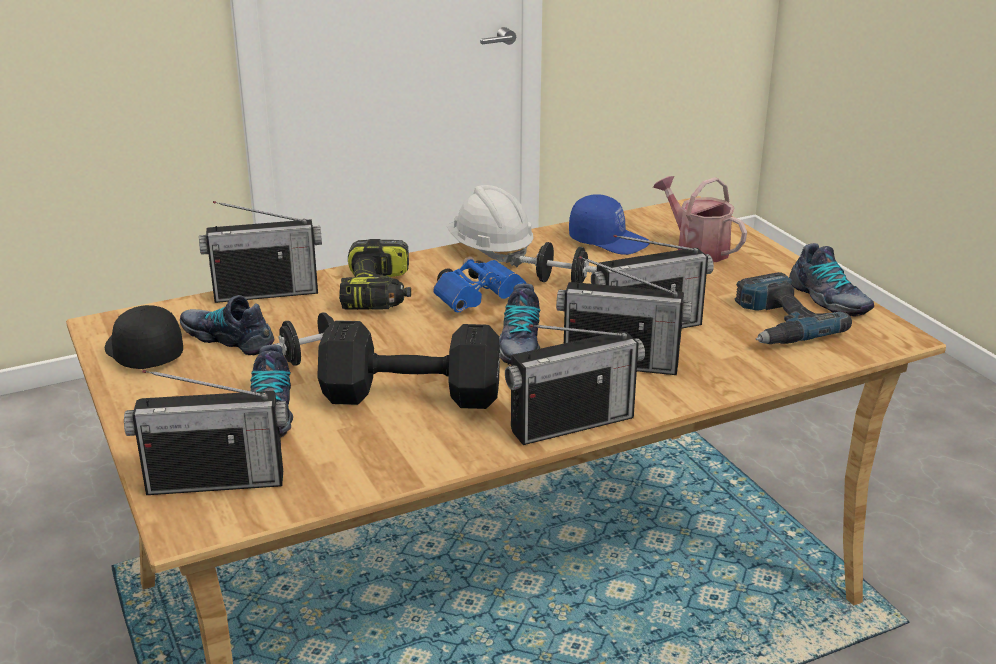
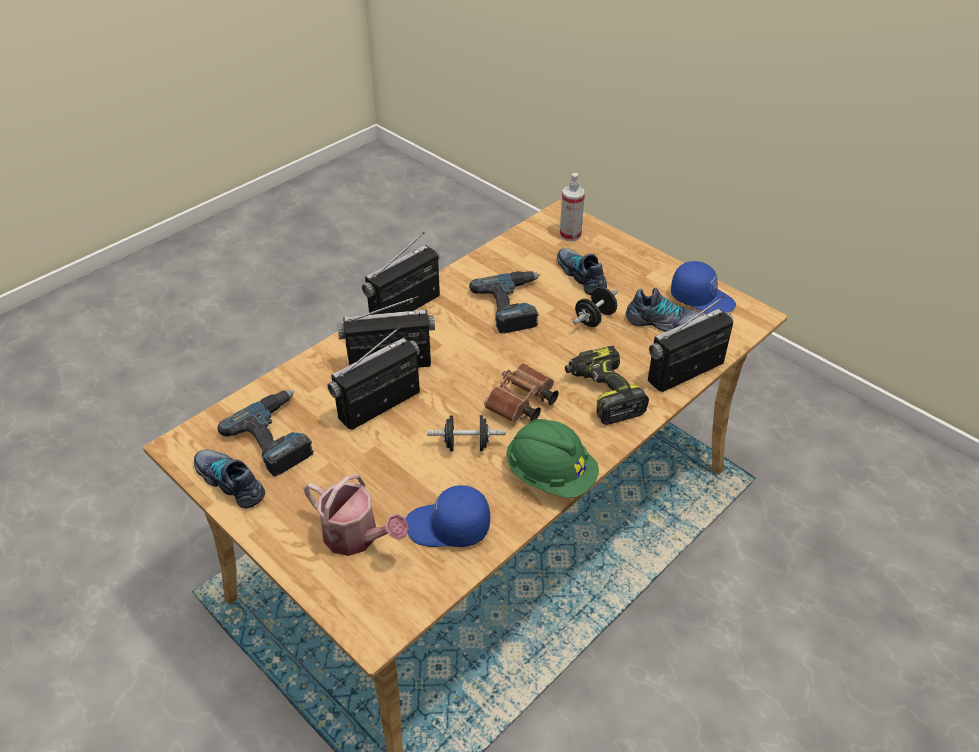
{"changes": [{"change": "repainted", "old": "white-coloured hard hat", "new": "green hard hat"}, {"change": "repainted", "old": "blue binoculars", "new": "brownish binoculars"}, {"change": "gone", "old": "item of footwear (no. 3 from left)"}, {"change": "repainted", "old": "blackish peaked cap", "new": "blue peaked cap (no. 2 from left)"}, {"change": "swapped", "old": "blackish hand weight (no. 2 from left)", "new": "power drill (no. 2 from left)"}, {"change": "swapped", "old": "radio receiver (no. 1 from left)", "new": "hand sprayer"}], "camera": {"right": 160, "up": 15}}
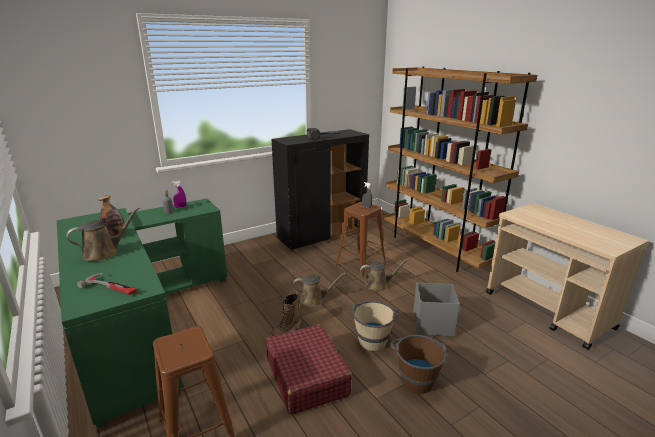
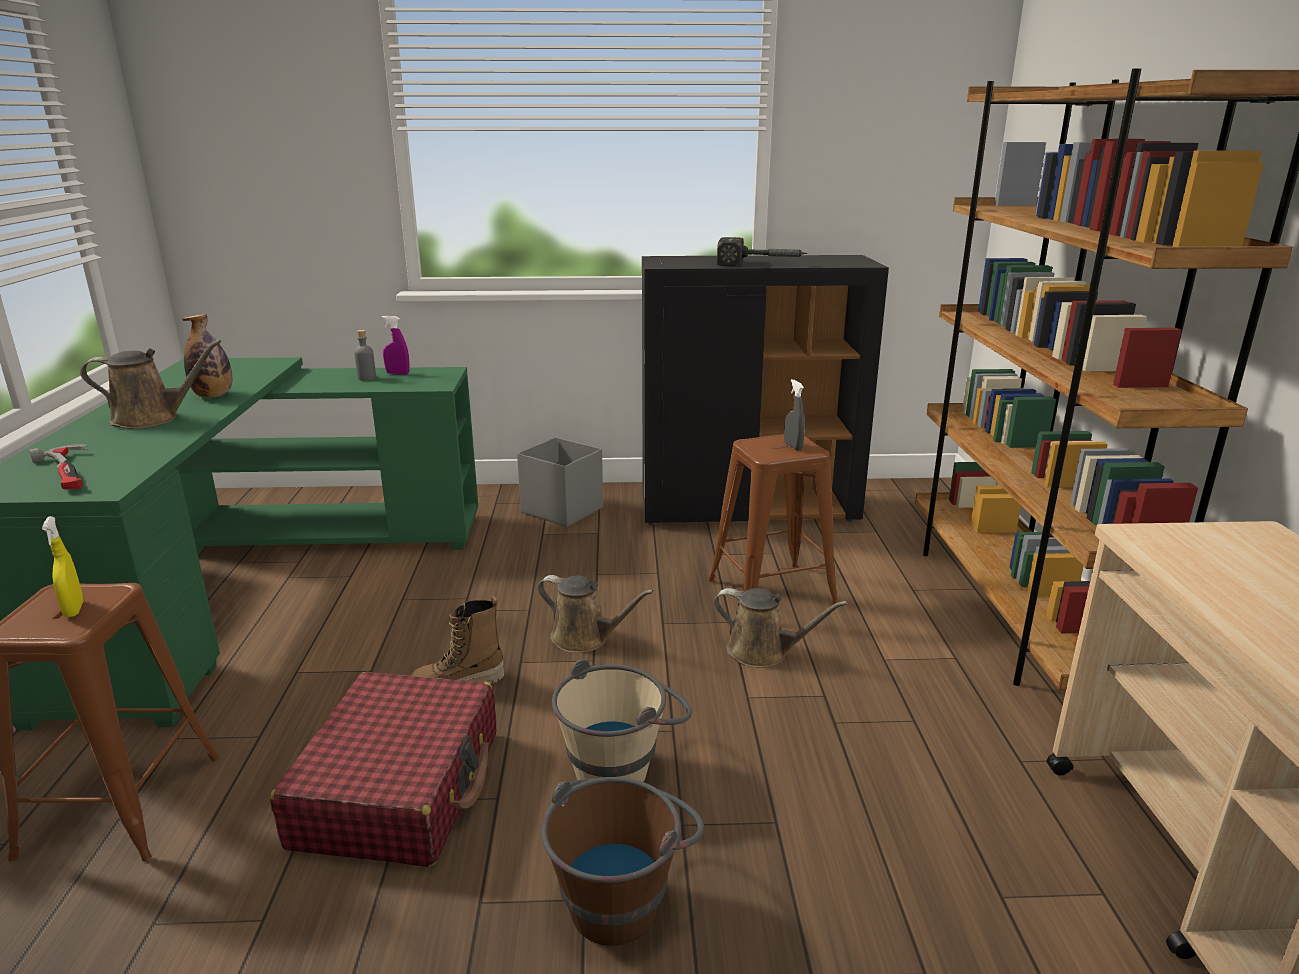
{"changes": [{"change": "shifted", "old": "gray storage container"}, {"change": "new", "new": "yellowish hand sprayer"}], "camera": {"right": 30, "up": 0}}
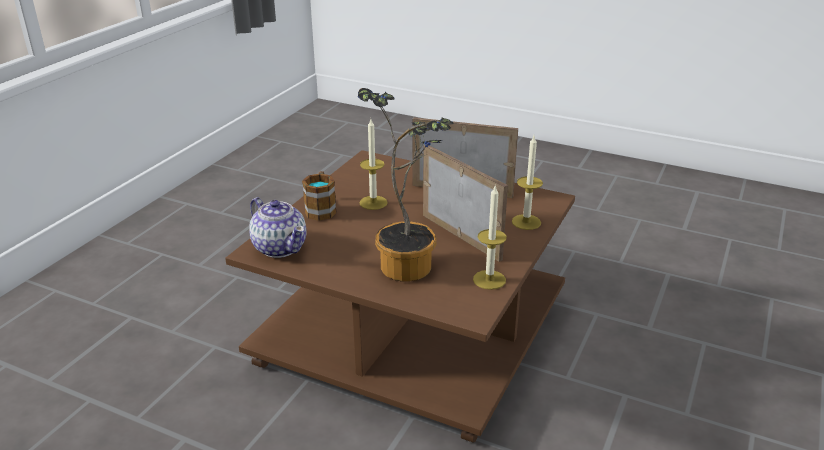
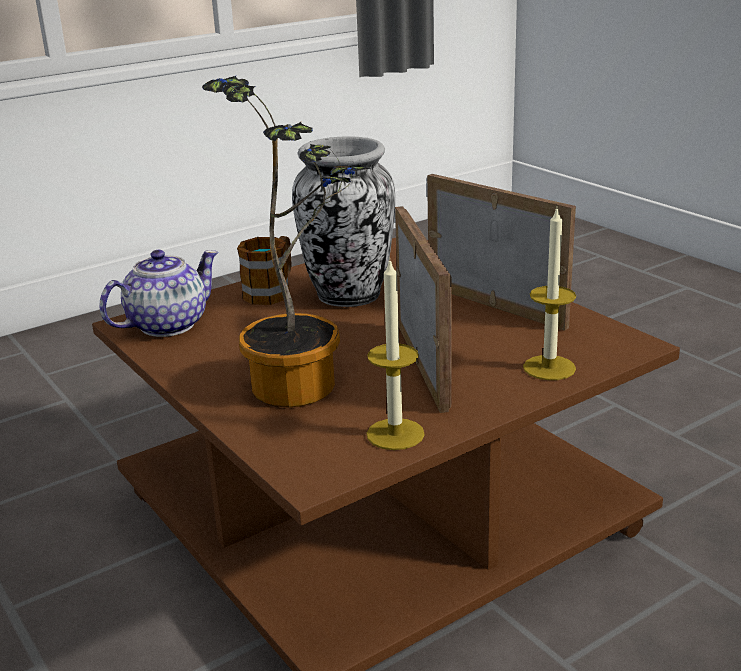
{"changes": [{"change": "swapped", "old": "candle (no. 1 from left)", "new": "decorative vase"}, {"change": "rotated", "old": "tea pot", "degrees": -120}], "camera": {"right": 30, "up": -5}}
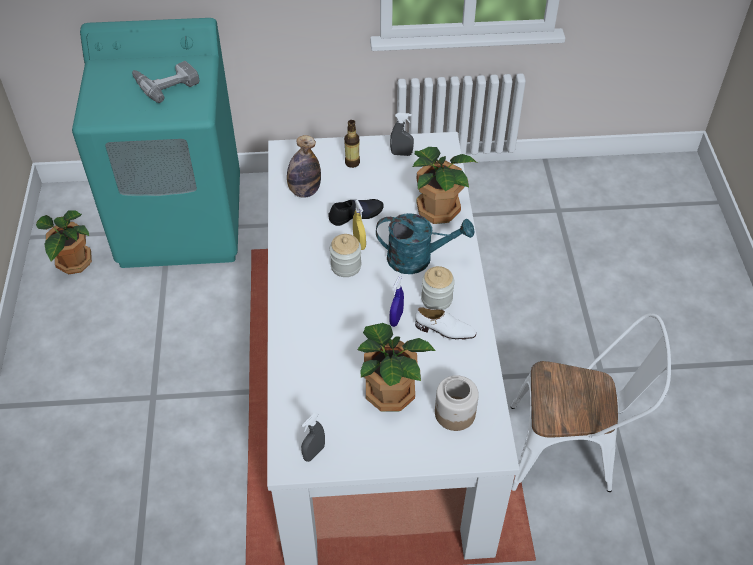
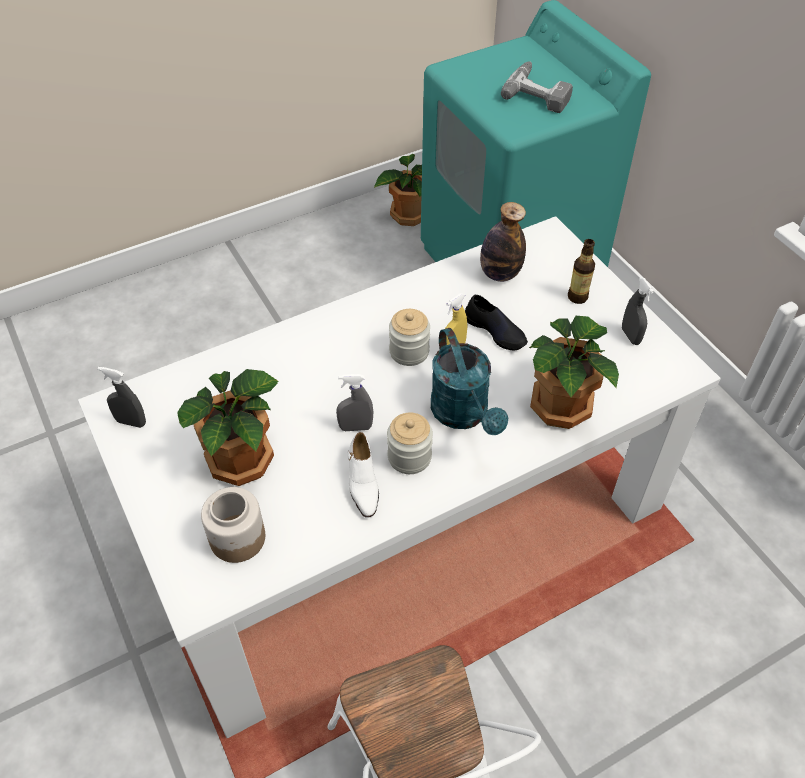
{"changes": [{"change": "repainted", "old": "blue hand sprayer", "new": "gray hand sprayer (no. 2 from left)"}], "camera": {"right": 65, "up": 0}}
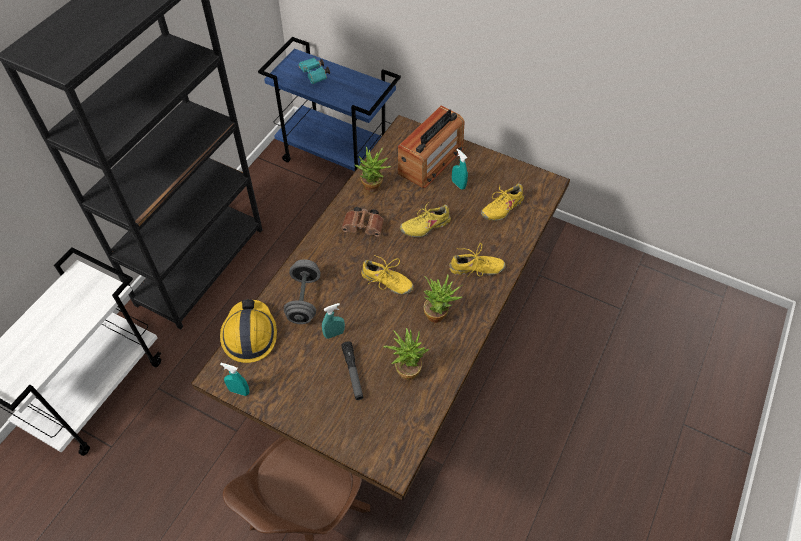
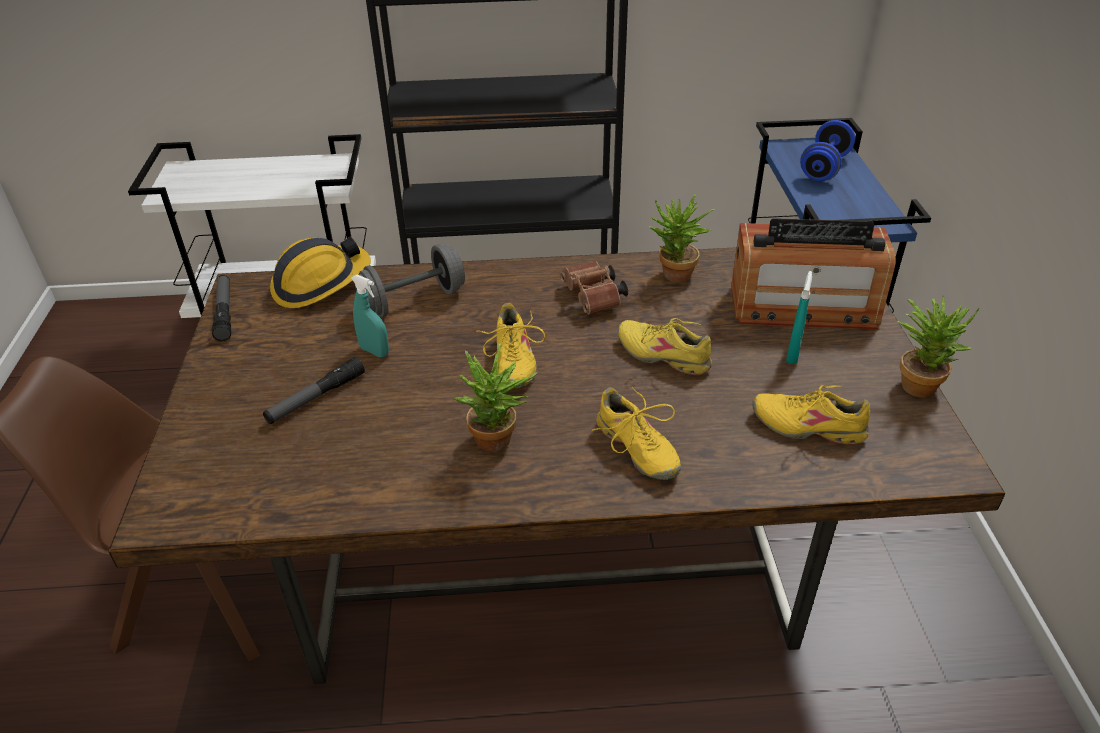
{"changes": [{"change": "swapped", "old": "blue-green binoculars", "new": "blue hand weight"}, {"change": "shifted", "old": "houseplant (no. 2 from left in the first image)", "new": "houseplant (no. 3 from left)"}, {"change": "swapped", "old": "blue-green hand sprayer (no. 1 from left)", "new": "flashlight (no. 1 from left)"}], "camera": {"right": 60, "up": -15}}
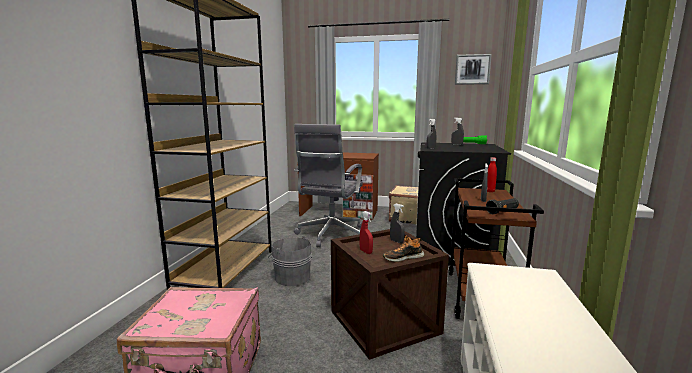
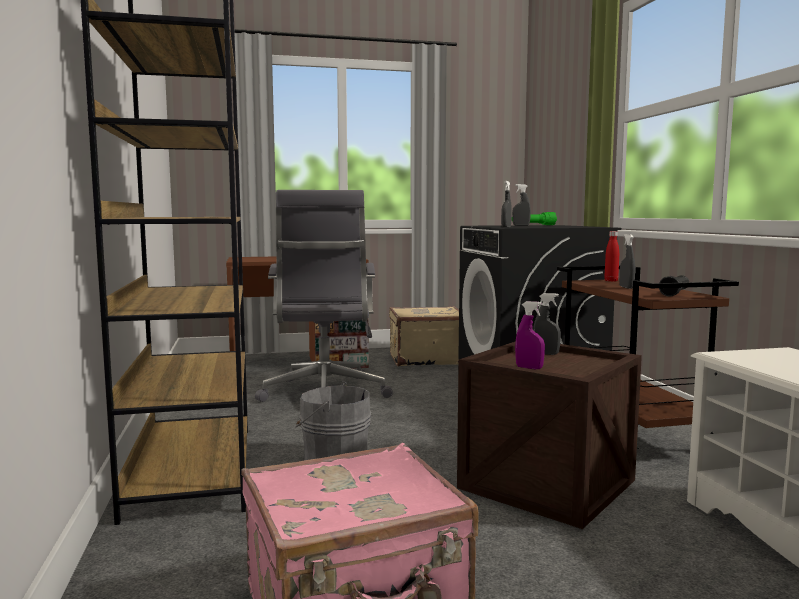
{"changes": [{"change": "gone", "old": "picture"}, {"change": "repainted", "old": "red hand sprayer", "new": "purple-coloured hand sprayer"}, {"change": "gone", "old": "item of footwear"}], "camera": {"right": -25, "up": -5}}
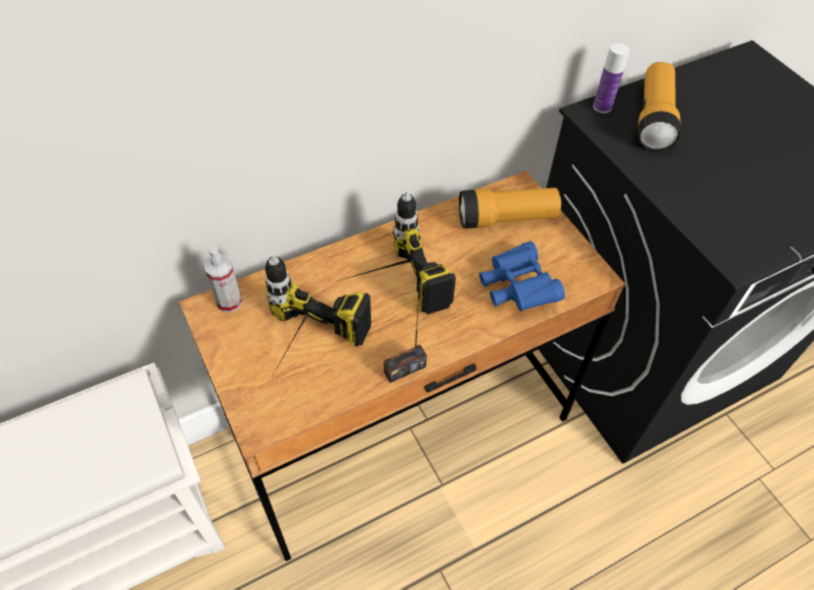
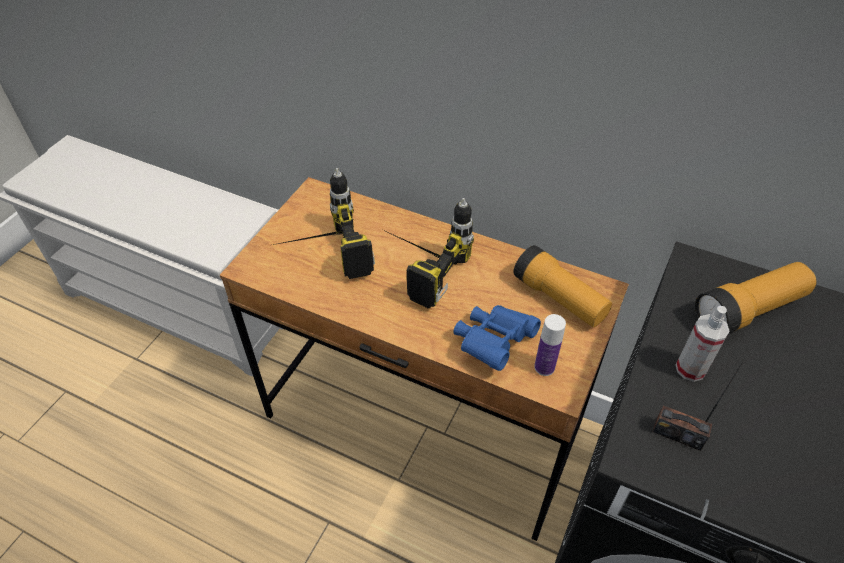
{"changes": [{"change": "shifted", "old": "drink bottle"}, {"change": "shifted", "old": "hand sprayer"}, {"change": "shifted", "old": "radio receiver"}], "camera": {"right": 55, "up": -5}}
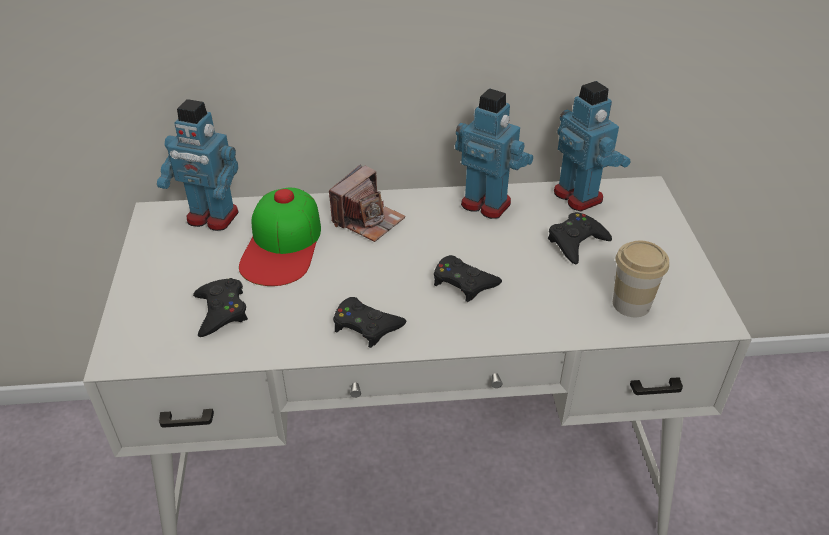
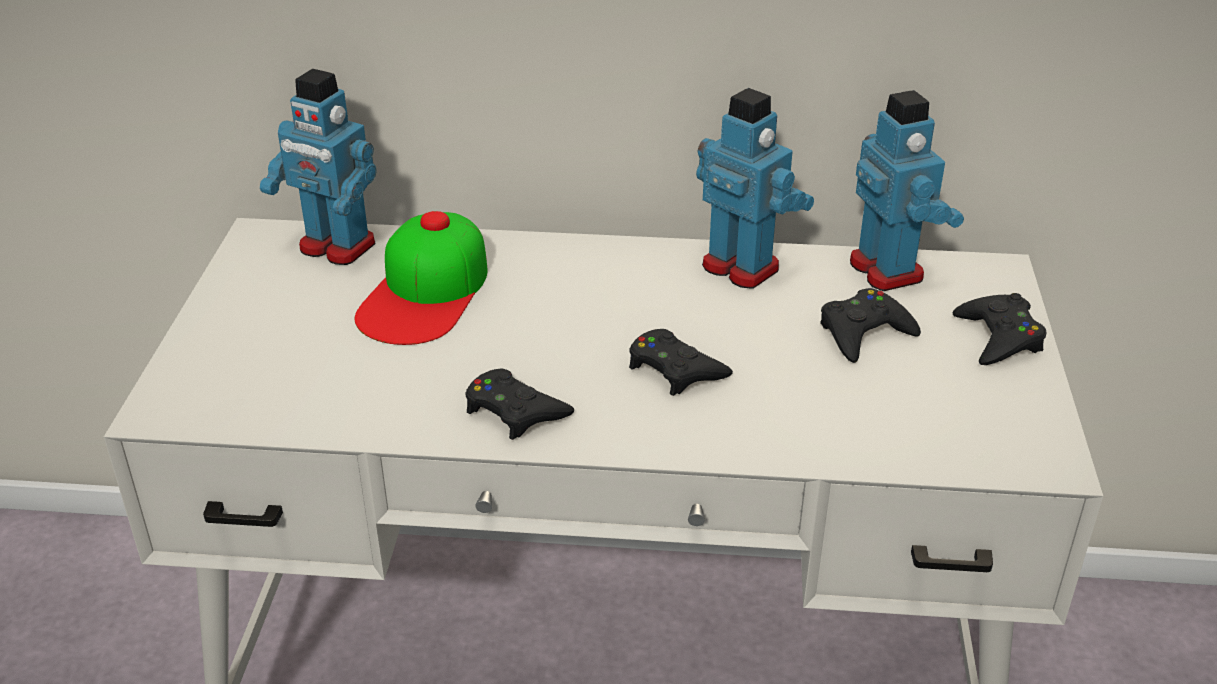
{"changes": [{"change": "gone", "old": "photo camera"}, {"change": "gone", "old": "drinking cup"}, {"change": "shifted", "old": "blackish game controller (no. 1 from left in the first image)", "new": "blackish game controller (no. 4 from left)"}], "camera": {"right": 10, "up": -5}}
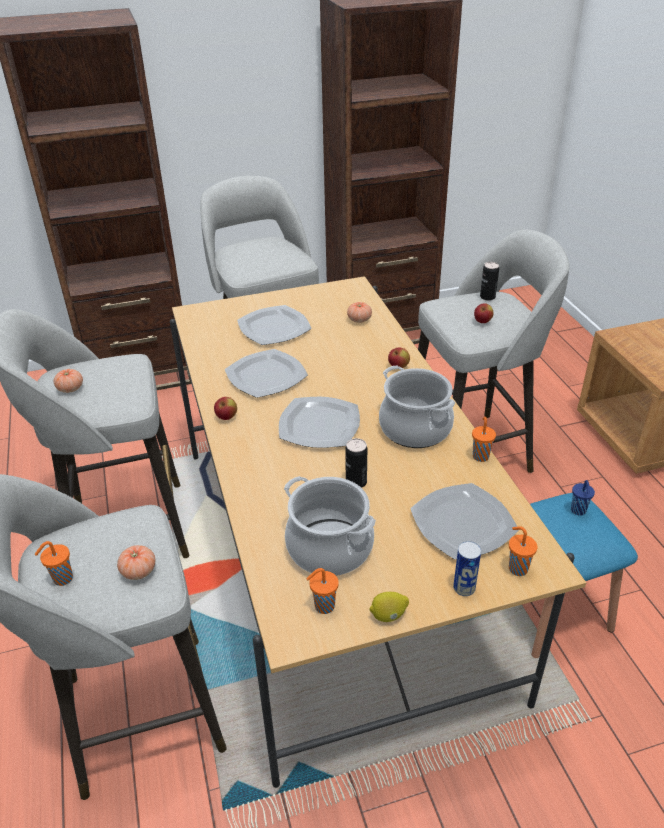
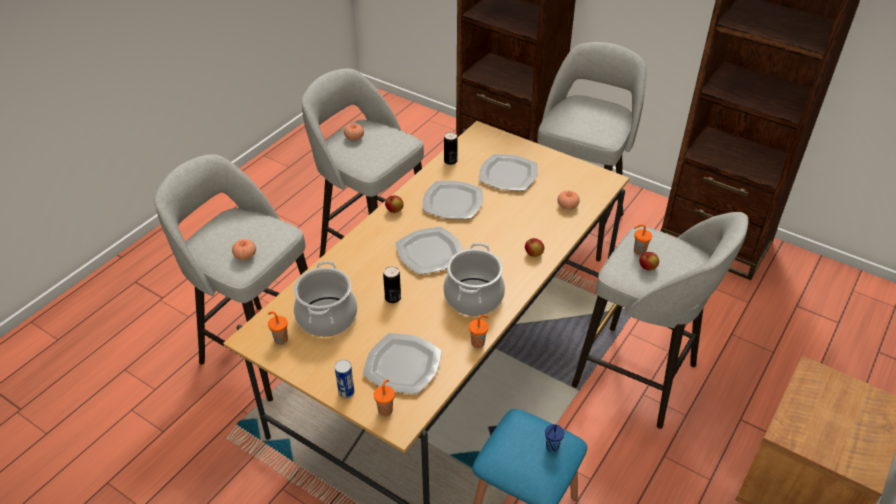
{"changes": [{"change": "shifted", "old": "sealed can (no. 3 from left)"}, {"change": "shifted", "old": "orange drinking cup (no. 1 from left in the first image)", "new": "orange drinking cup (no. 4 from left)"}, {"change": "gone", "old": "citrus fruit"}], "camera": {"right": 50, "up": 5}}
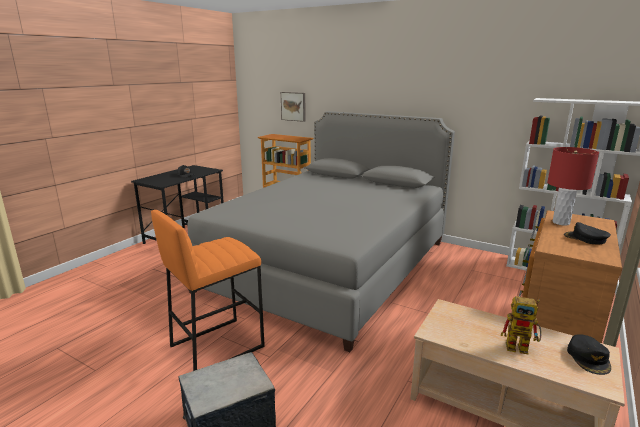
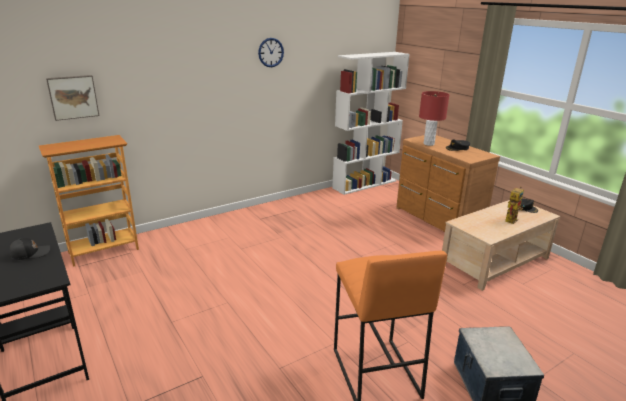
{"changes": [{"change": "gone", "old": "gray bedroom bed"}, {"change": "new", "new": "clock on the wall"}], "camera": {"right": -65, "up": 5}}
